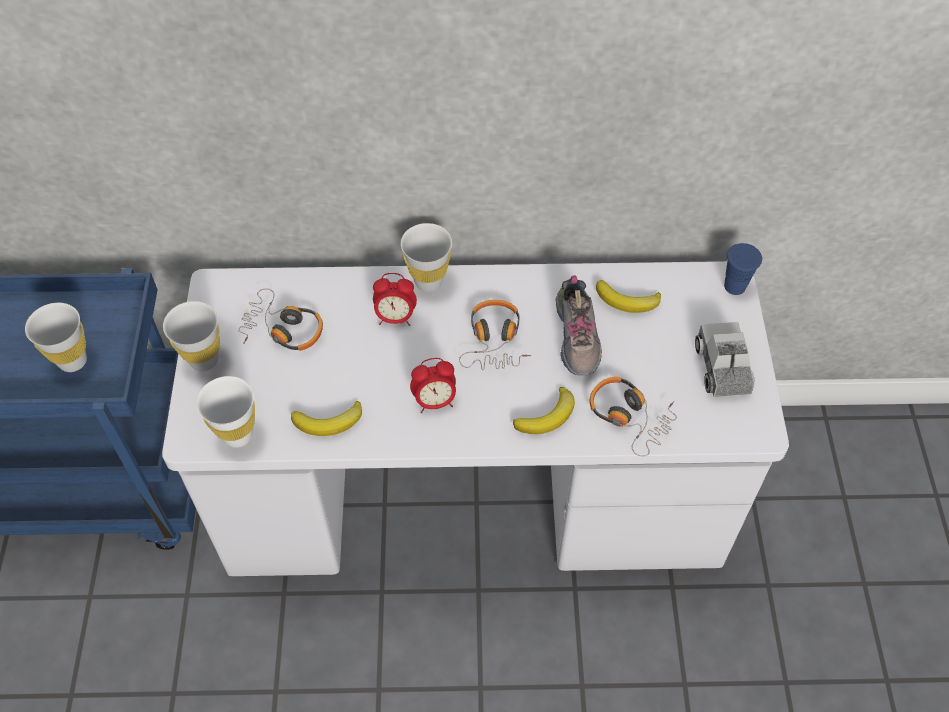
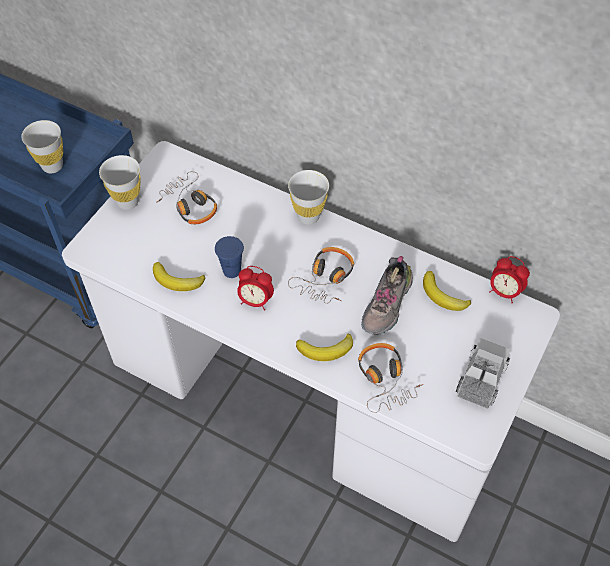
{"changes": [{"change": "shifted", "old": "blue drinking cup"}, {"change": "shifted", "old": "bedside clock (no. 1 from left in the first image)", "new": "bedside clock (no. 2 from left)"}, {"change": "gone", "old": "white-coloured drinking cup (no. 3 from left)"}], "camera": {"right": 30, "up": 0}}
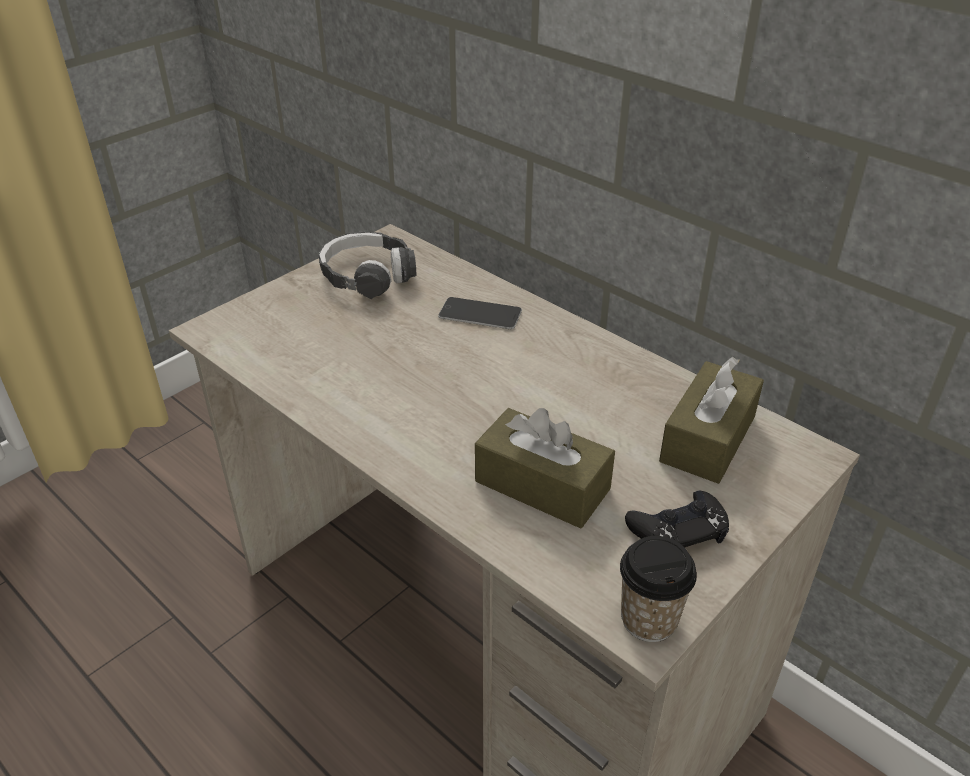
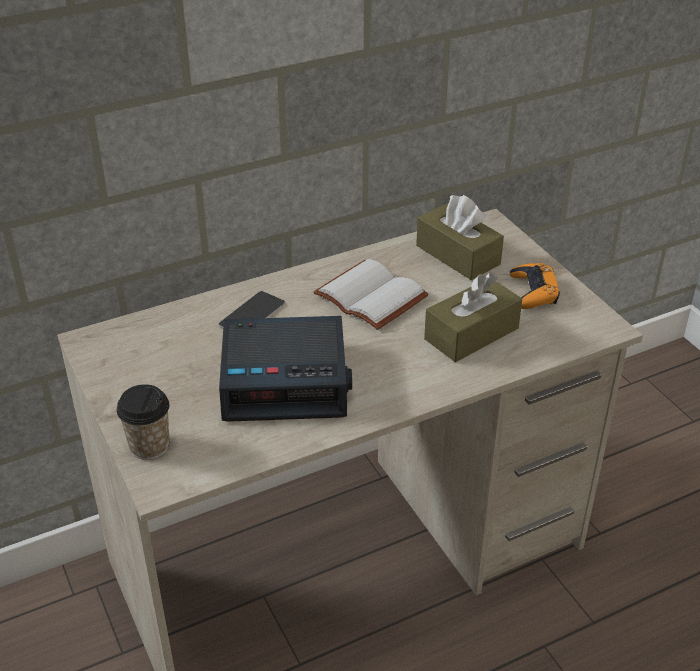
{"changes": [{"change": "gone", "old": "headset"}, {"change": "repainted", "old": "blackish game controller", "new": "orange game controller"}, {"change": "shifted", "old": "drinking cup"}, {"change": "new", "new": "white-coloured book"}, {"change": "new", "new": "bedside clock"}], "camera": {"right": -70, "up": 0}}
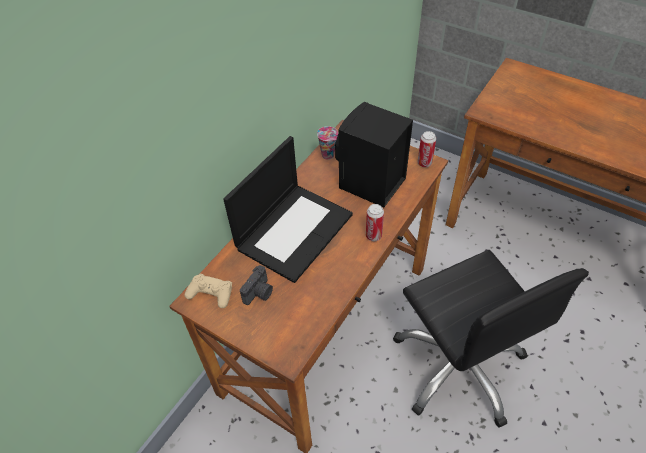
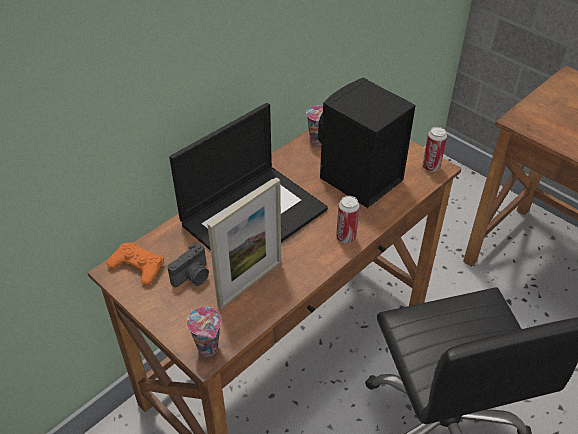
{"changes": [{"change": "repainted", "old": "beige-coloured game controller", "new": "orange game controller"}, {"change": "new", "new": "standing frame"}, {"change": "new", "new": "drinking cup (no. 1 from left)"}], "camera": {"right": 10, "up": -5}}
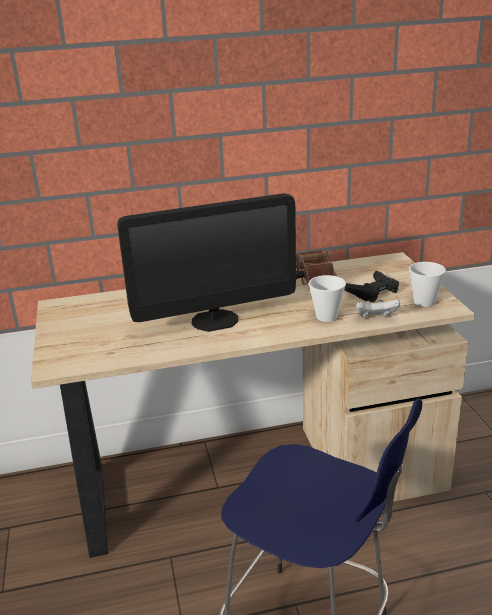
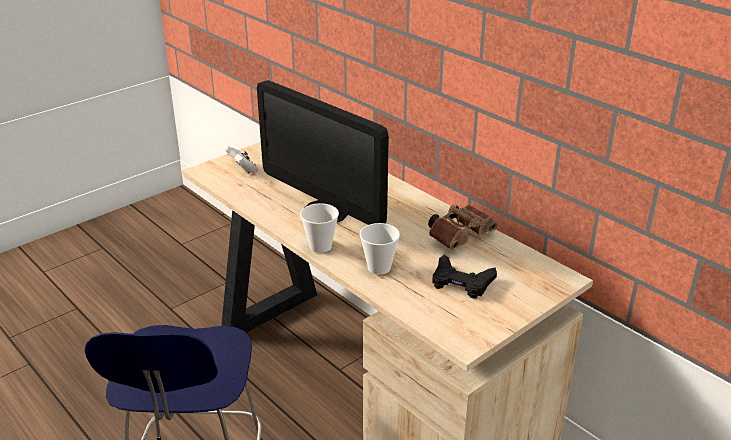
{"changes": [{"change": "shifted", "old": "drinking cup (no. 2 from left in the first image)", "new": "drinking cup (no. 1 from left)"}, {"change": "shifted", "old": "white-coloured game controller"}], "camera": {"right": 60, "up": 5}}
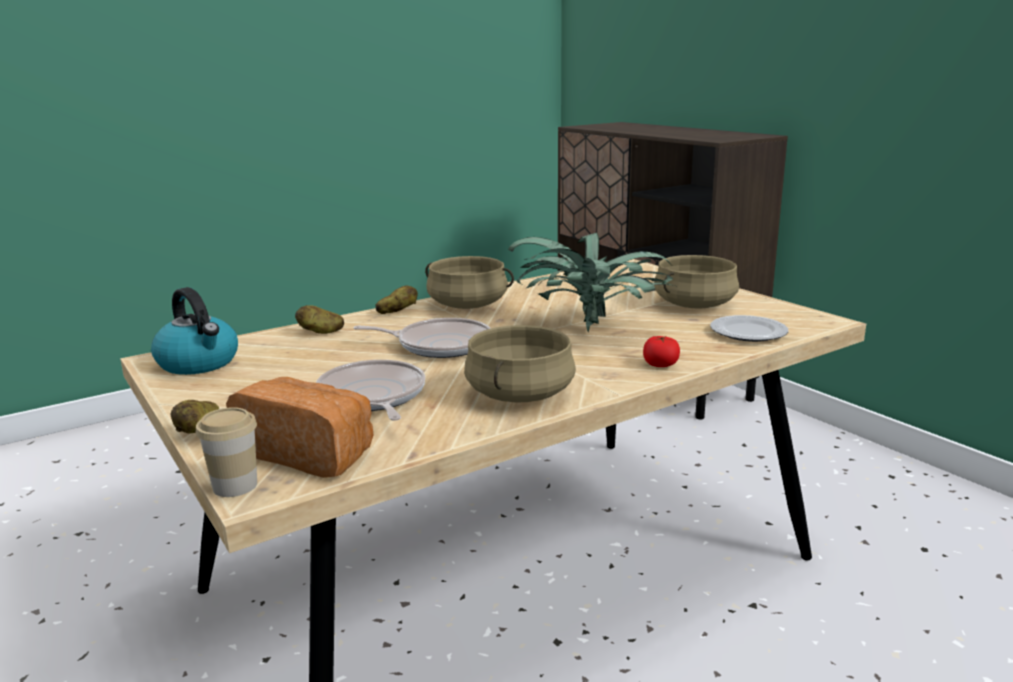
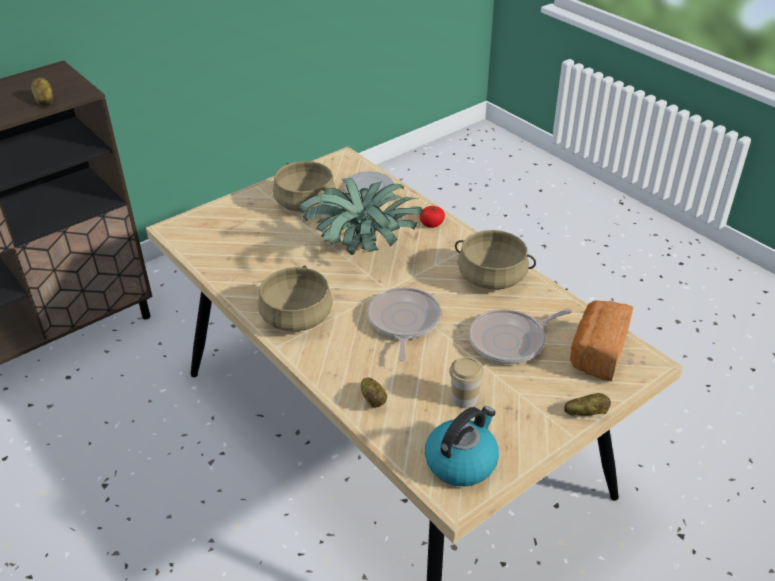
{"changes": [{"change": "shifted", "old": "whole potato (no. 3 from left in the first image)", "new": "whole potato (no. 1 from left)"}, {"change": "shifted", "old": "drinking cup"}], "camera": {"right": -95, "up": 20}}
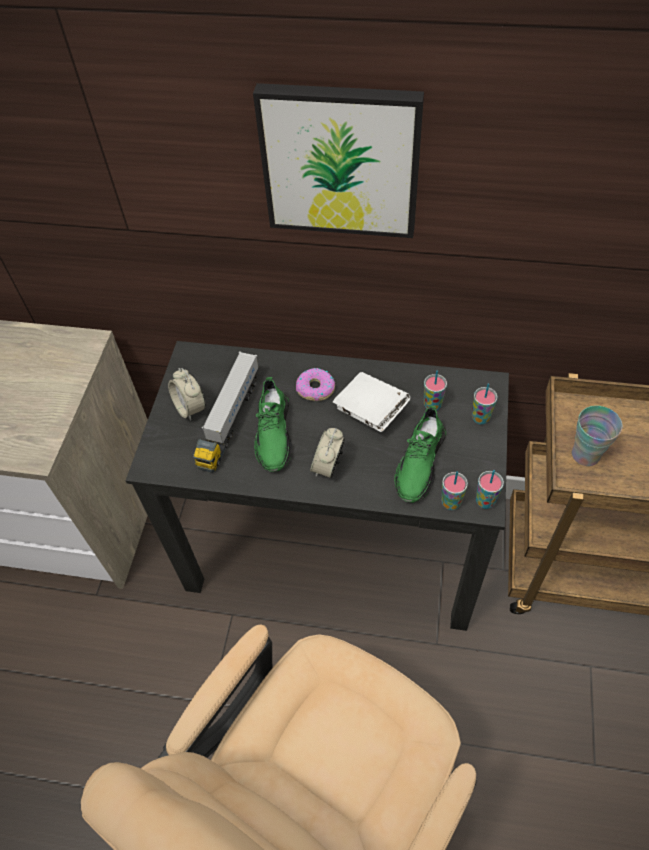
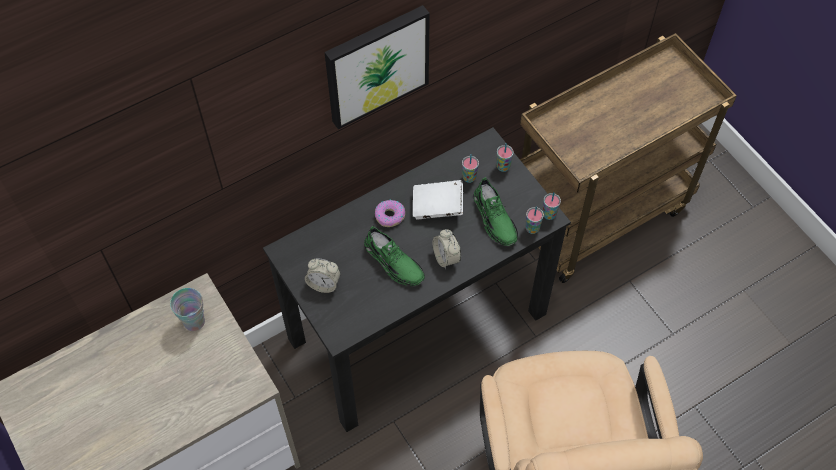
{"changes": [{"change": "gone", "old": "model truck"}, {"change": "shifted", "old": "drinking cup (no. 5 from left in the first image)", "new": "drinking cup (no. 1 from left)"}], "camera": {"right": -45, "up": 5}}
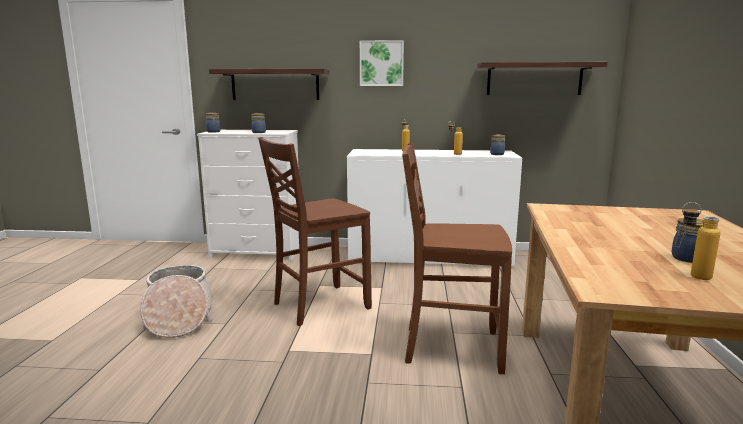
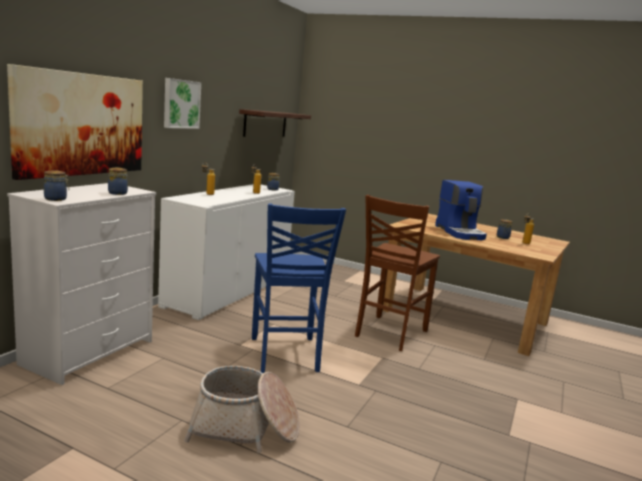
{"changes": [{"change": "swapped", "old": "shelf (no. 1 from left)", "new": "picture (no. 1 from left)"}, {"change": "repainted", "old": "brownish chair (no. 1 from left)", "new": "blue chair"}, {"change": "new", "new": "coffee machine"}], "camera": {"right": -70, "up": 0}}
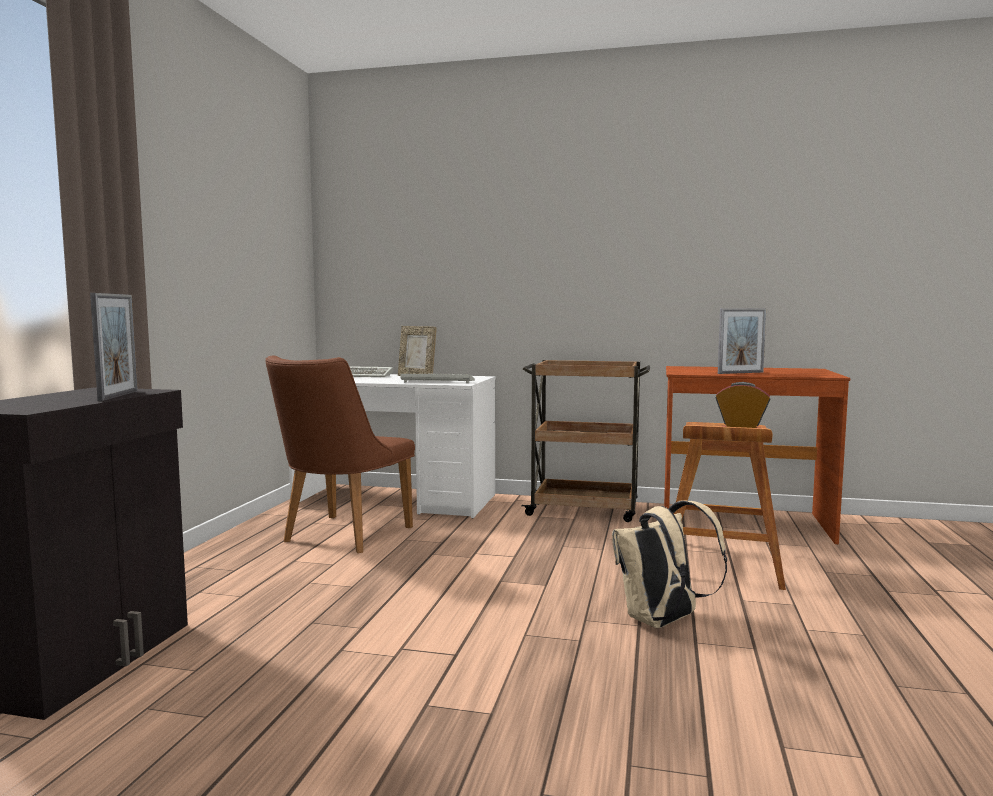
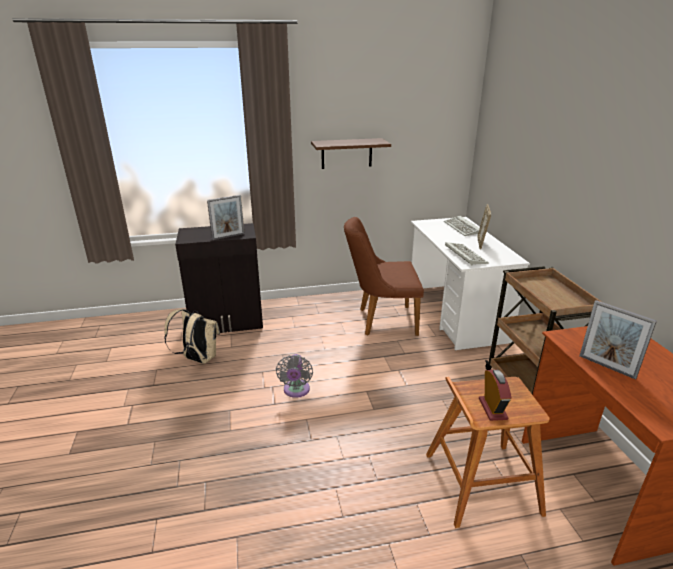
{"changes": [{"change": "shifted", "old": "beige-coloured knapsack"}, {"change": "new", "new": "brownish shelf"}, {"change": "new", "new": "gray cooling fan"}], "camera": {"right": 65, "up": 20}}
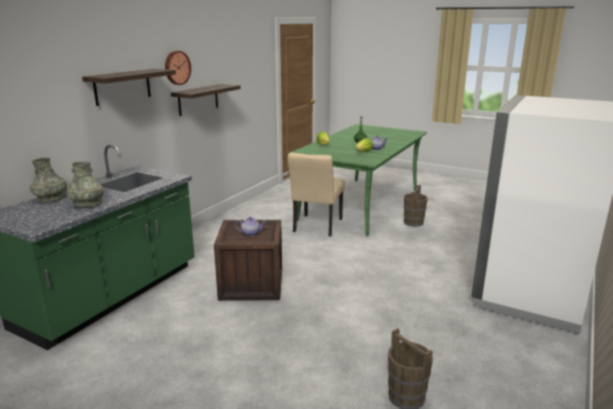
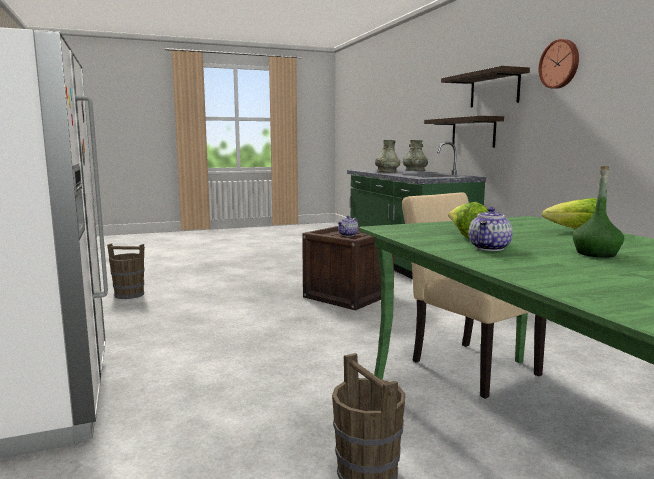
{"changes": [{"change": "shifted", "old": "shelf (no. 2 from left in the first image)", "new": "shelf (no. 1 from left)"}], "camera": {"right": 130, "up": -10}}
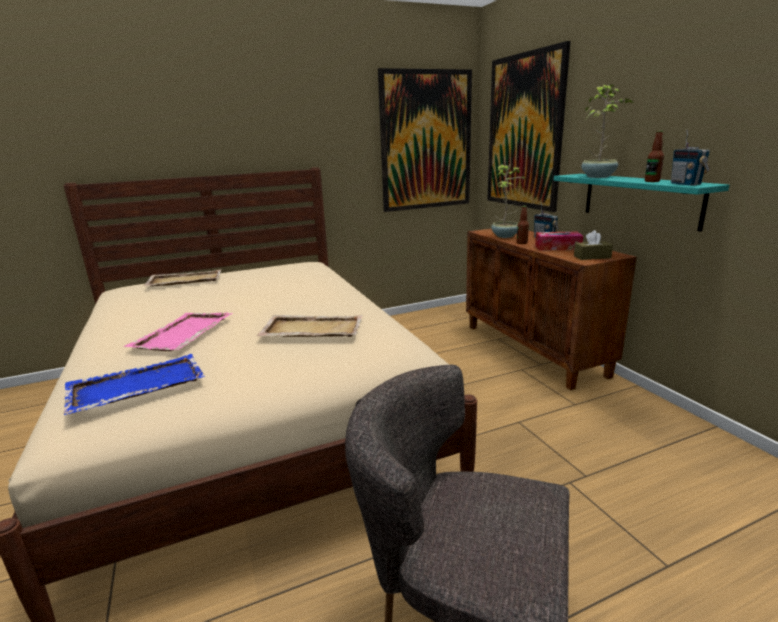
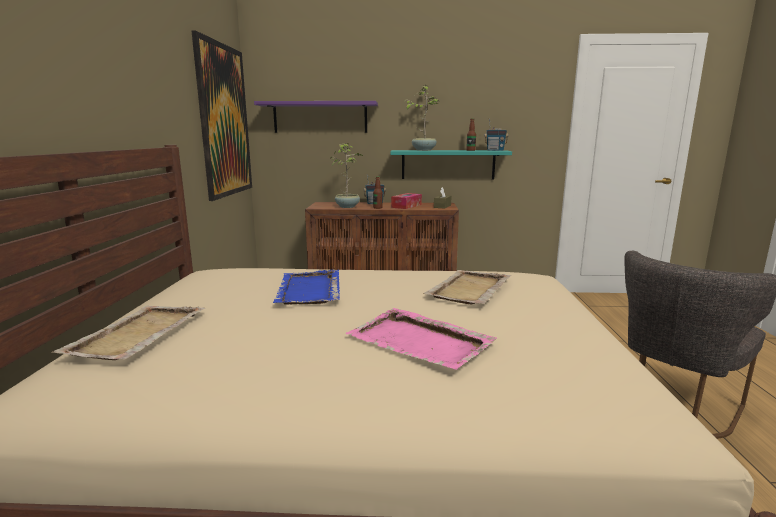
{"changes": [{"change": "swapped", "old": "picture (no. 2 from left)", "new": "purple-coloured shelf"}, {"change": "shifted", "old": "blue serving tray"}], "camera": {"right": -65, "up": -5}}
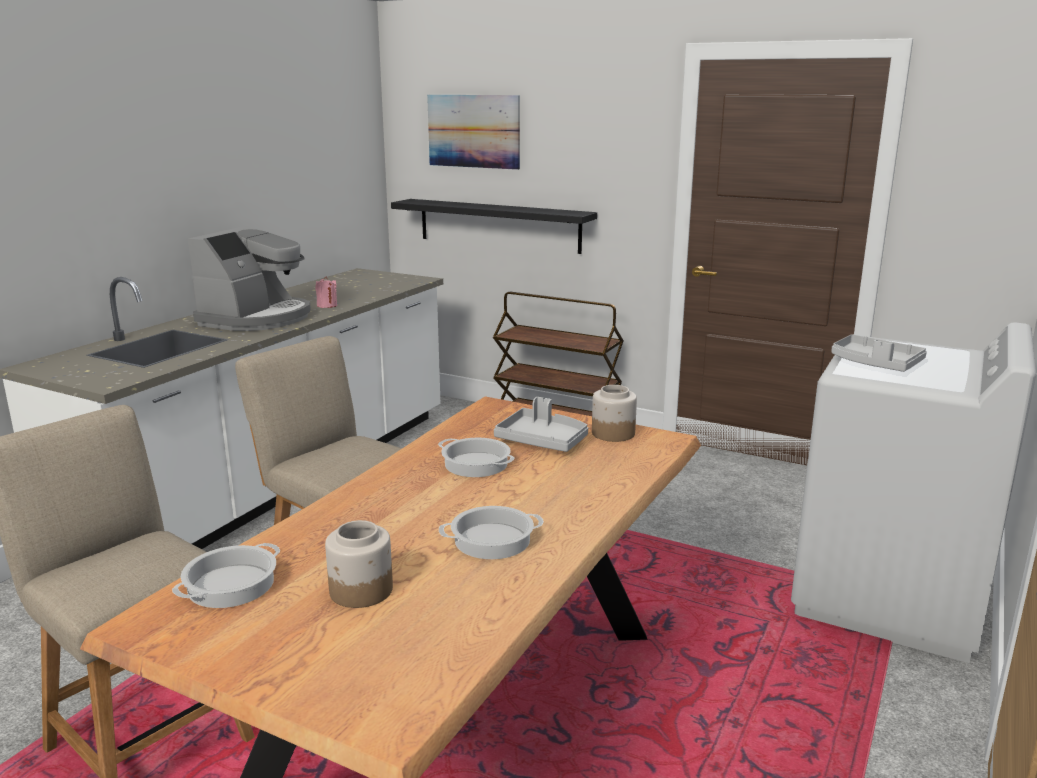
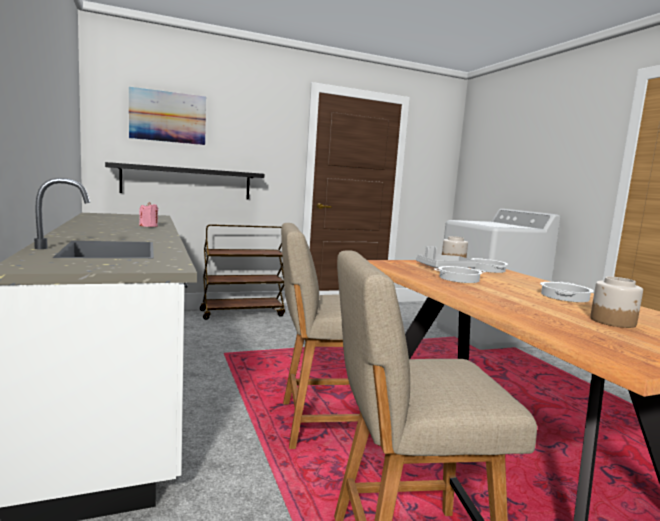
{"changes": [{"change": "gone", "old": "coffee machine"}, {"change": "gone", "old": "gray serving tray (no. 2 from left)"}, {"change": "shifted", "old": "stockpot (no. 1 from left in the first image)", "new": "stockpot (no. 2 from left)"}], "camera": {"right": -50, "up": -10}}
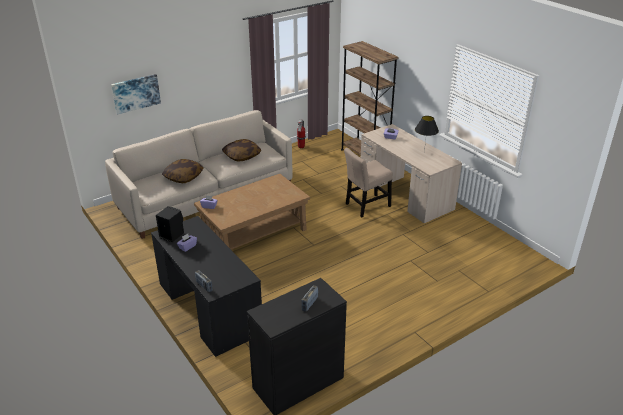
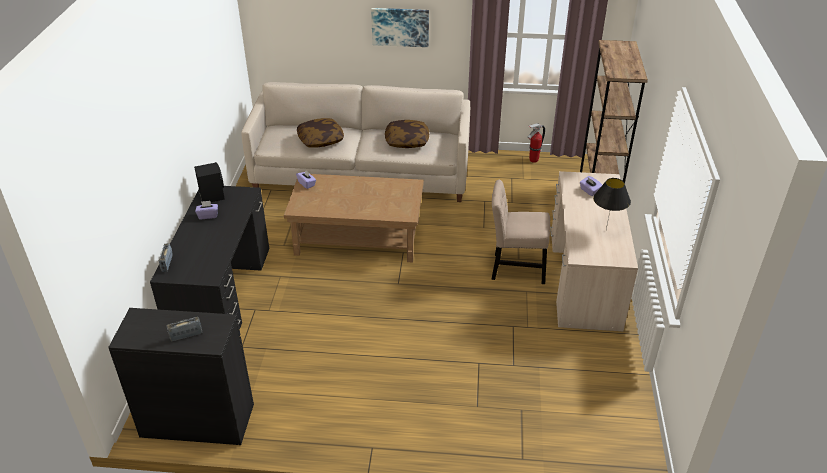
{"changes": [{"change": "shifted", "old": "picture"}], "camera": {"right": 40, "up": 5}}
